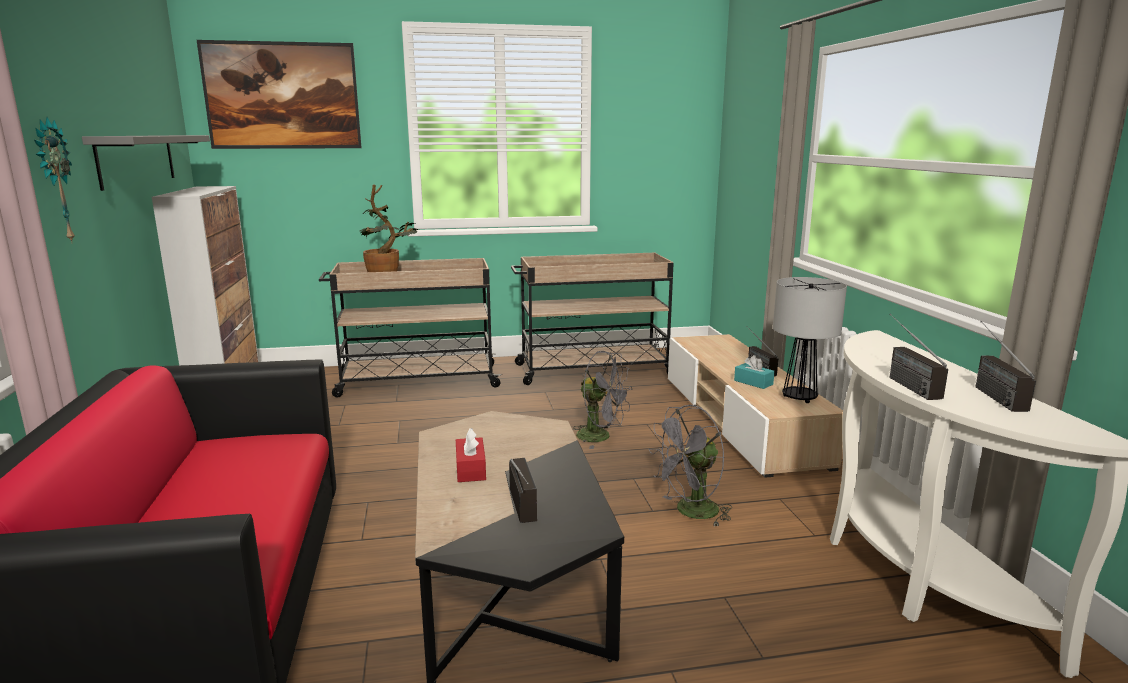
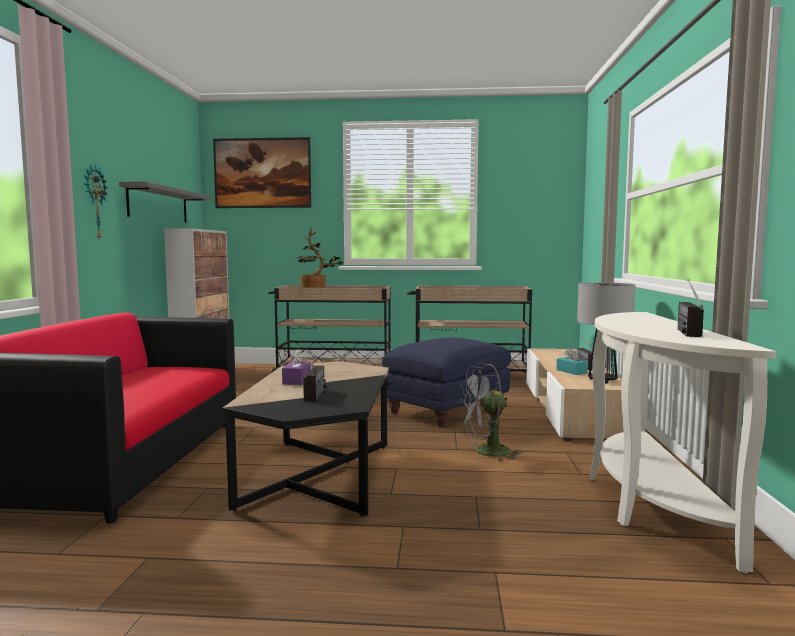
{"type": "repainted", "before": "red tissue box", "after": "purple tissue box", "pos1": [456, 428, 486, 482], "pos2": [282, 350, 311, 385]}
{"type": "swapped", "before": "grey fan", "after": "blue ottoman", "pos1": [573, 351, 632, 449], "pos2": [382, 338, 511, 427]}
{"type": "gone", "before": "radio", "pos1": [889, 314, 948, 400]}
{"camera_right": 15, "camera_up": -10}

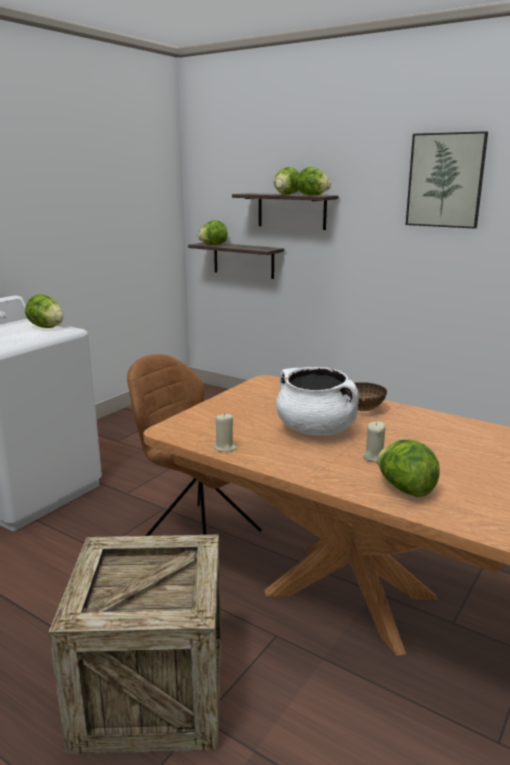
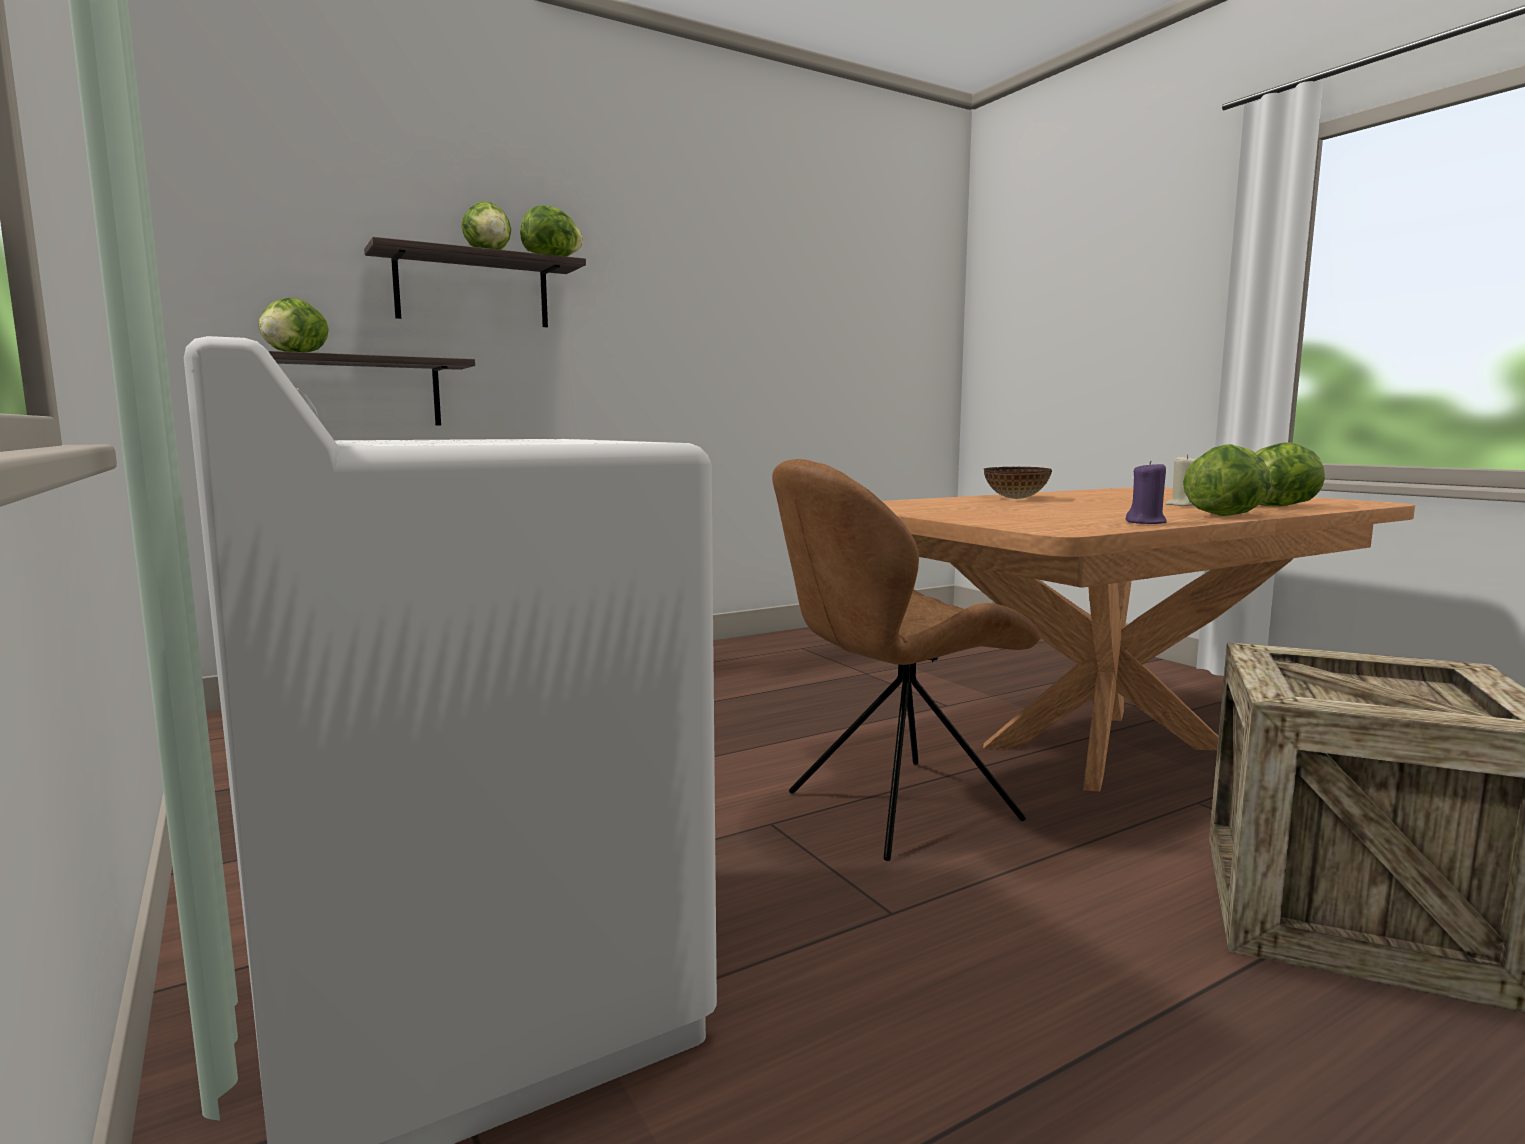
{"type": "shifted", "before": "lettuce", "pos1": [25, 294, 64, 328], "pos2": [1183, 444, 1272, 516]}
{"type": "repainted", "before": "beige candle", "after": "purple candle", "pos1": [214, 413, 237, 452], "pos2": [1126, 461, 1167, 524]}
{"type": "gone", "before": "white cooking pot", "pos1": [276, 367, 359, 436]}
{"type": "gone", "before": "picture", "pos1": [406, 131, 488, 229]}
{"camera_right": -65, "camera_up": -10}

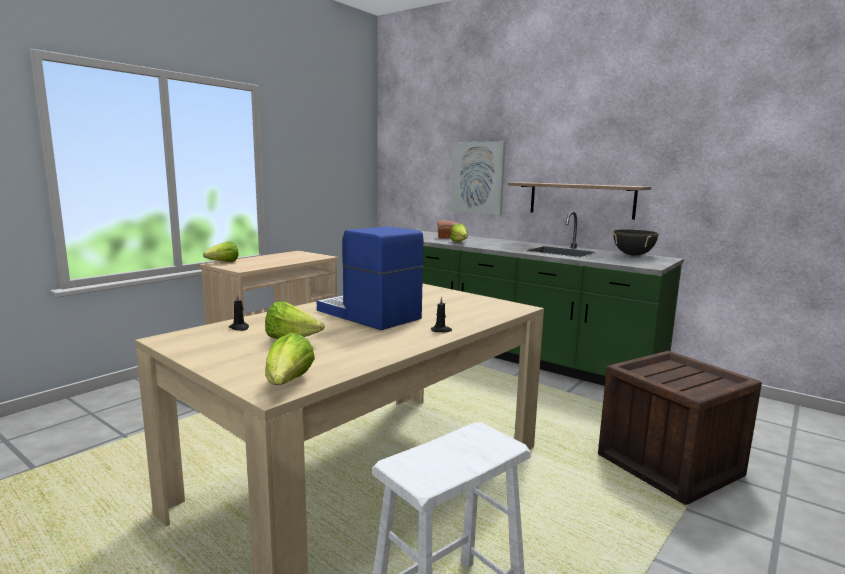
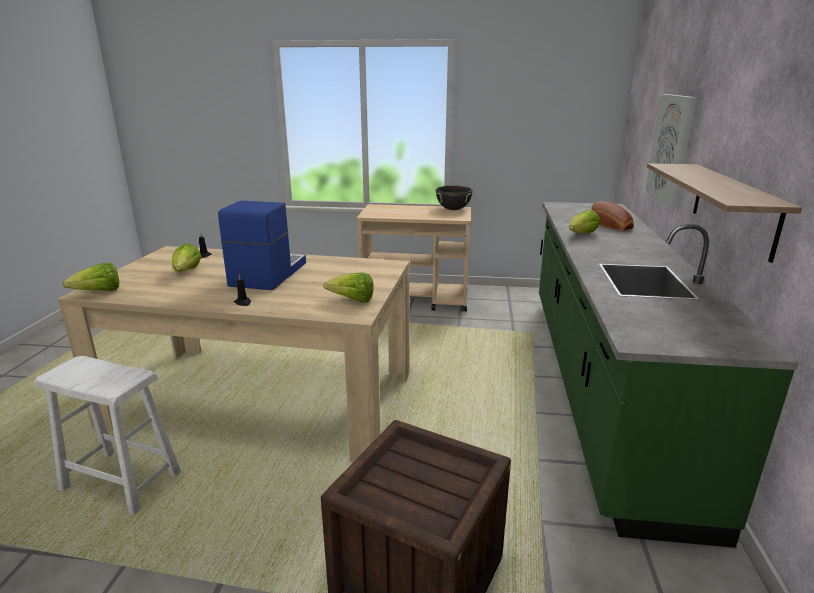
{"type": "shifted", "before": "lettuce", "pos1": [203, 241, 239, 262], "pos2": [323, 272, 374, 302]}
{"type": "shifted", "before": "black cooking pot", "pos1": [611, 229, 660, 256], "pos2": [436, 186, 473, 210]}
{"camera_right": 60, "camera_up": 10}

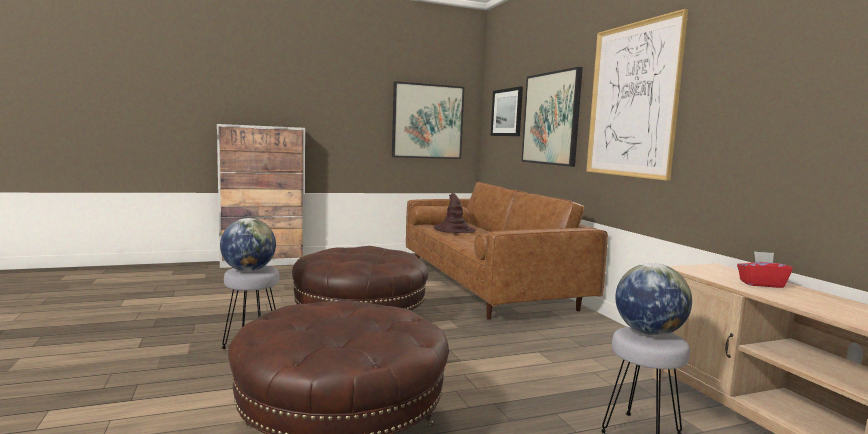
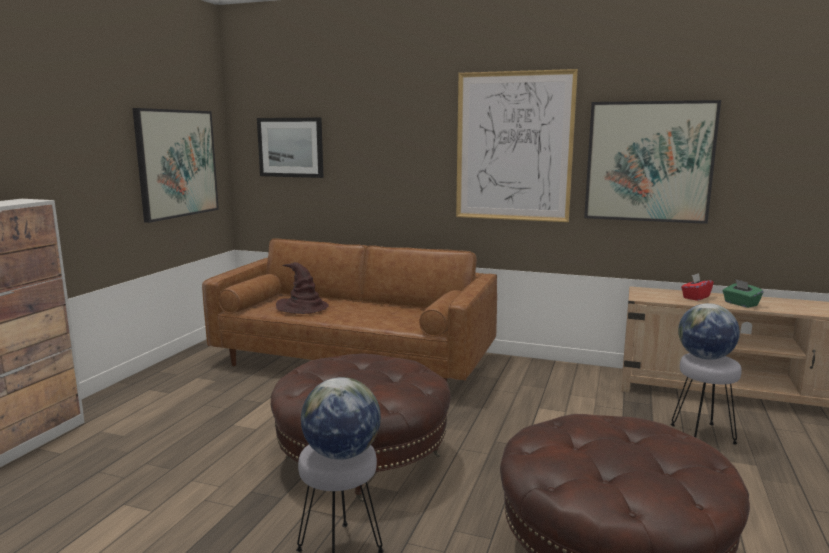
{"type": "shifted", "before": "picture", "pos1": [522, 67, 583, 167], "pos2": [584, 100, 721, 224]}
{"type": "new", "after": "green tissue box", "pos2": [723, 279, 763, 308]}
{"camera_right": -50, "camera_up": 5}

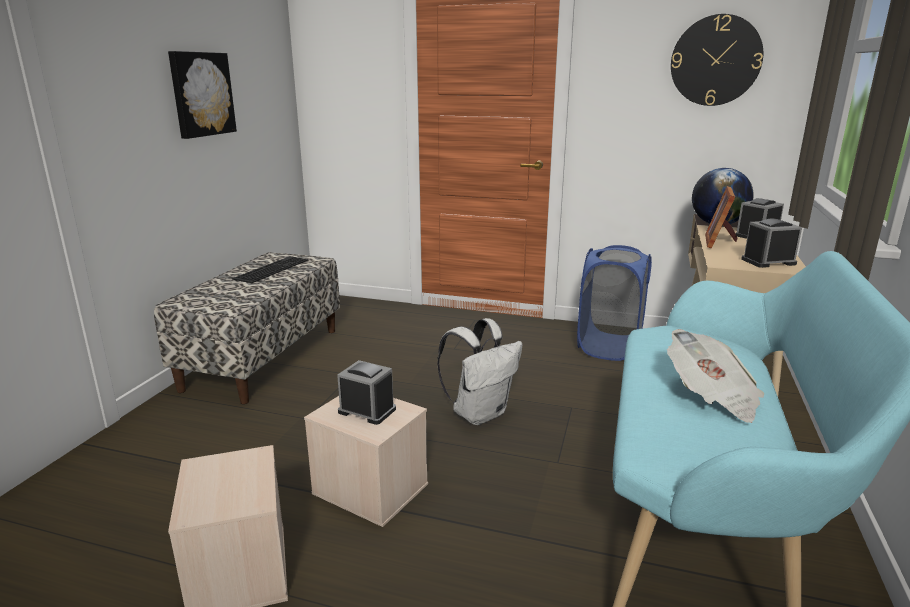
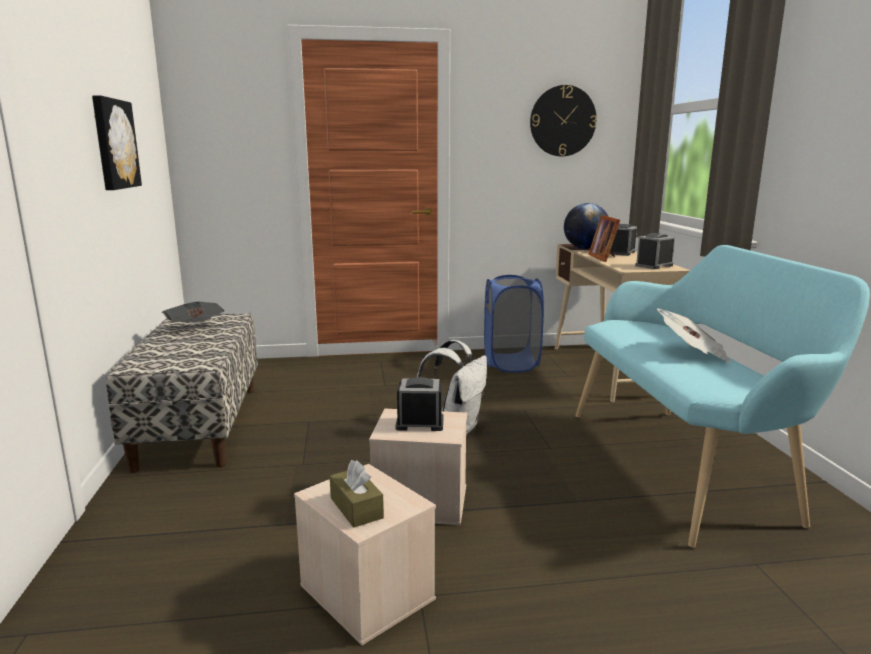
{"type": "swapped", "before": "keyboard", "after": "newspaper", "pos1": [232, 256, 309, 283], "pos2": [162, 302, 225, 322]}
{"type": "new", "after": "brown tissue box", "pos2": [330, 460, 384, 528]}
{"camera_right": -25, "camera_up": -5}

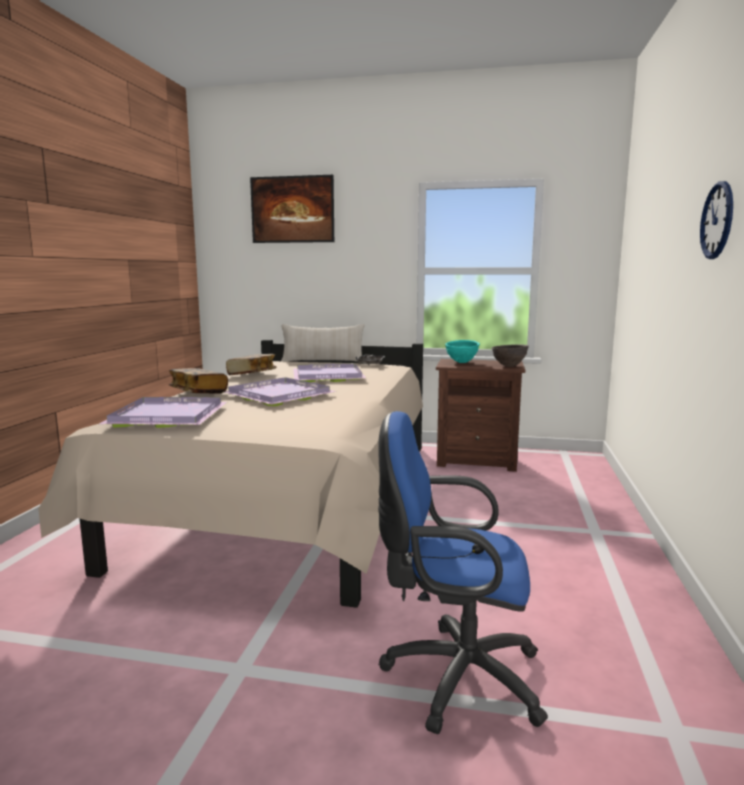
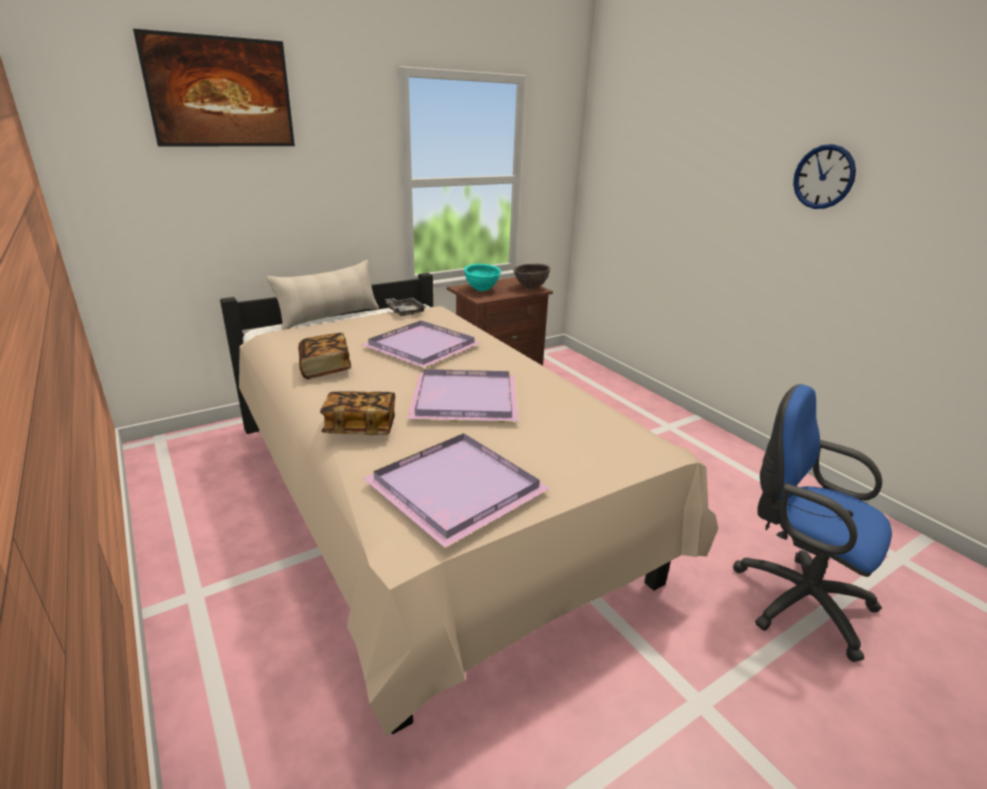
{"type": "rotated", "before": "blue office chair", "pos1": [378, 411, 548, 734], "pos2": [733, 384, 892, 662], "turn": 75}
{"camera_right": -45, "camera_up": 15}

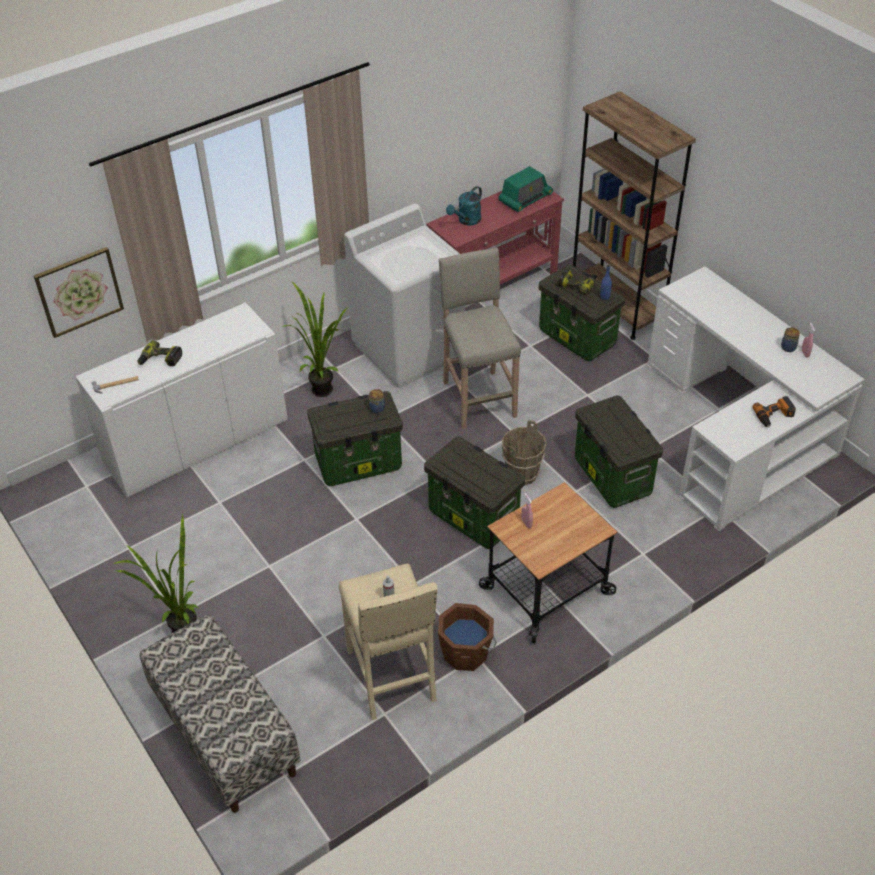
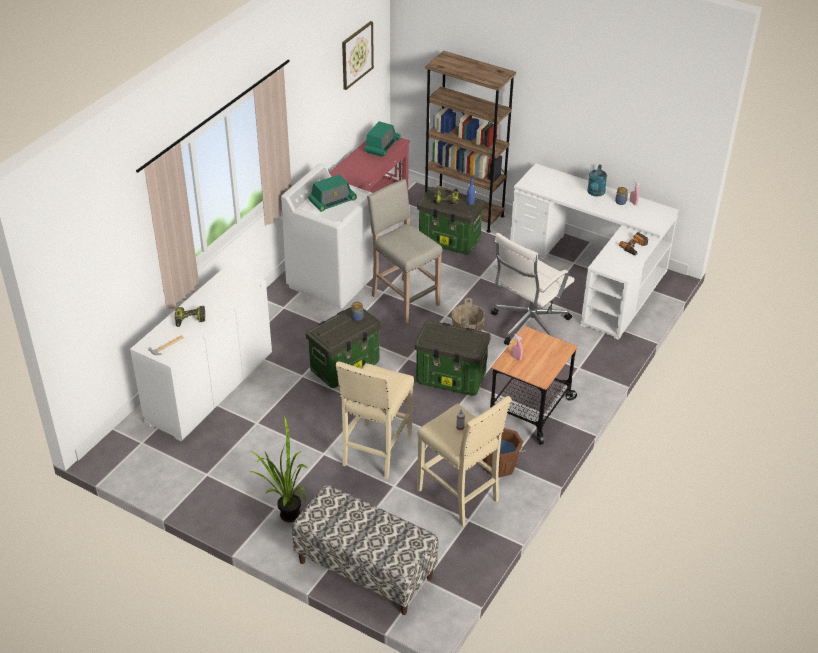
{"type": "shifted", "before": "picture", "pos1": [34, 247, 124, 338], "pos2": [342, 21, 374, 90]}
{"type": "gone", "before": "potted plant", "pos1": [282, 281, 349, 397]}
{"type": "shifted", "before": "turquoise watering can", "pos1": [446, 186, 482, 226], "pos2": [587, 165, 607, 196]}
{"type": "swapped", "before": "storage box", "after": "white office chair", "pos1": [575, 395, 663, 508], "pos2": [491, 233, 575, 345]}
{"type": "new", "after": "radio", "pos2": [308, 174, 357, 212]}
{"type": "new", "after": "beige stool", "pos2": [336, 361, 414, 479]}
{"camera_right": -25, "camera_up": -5}

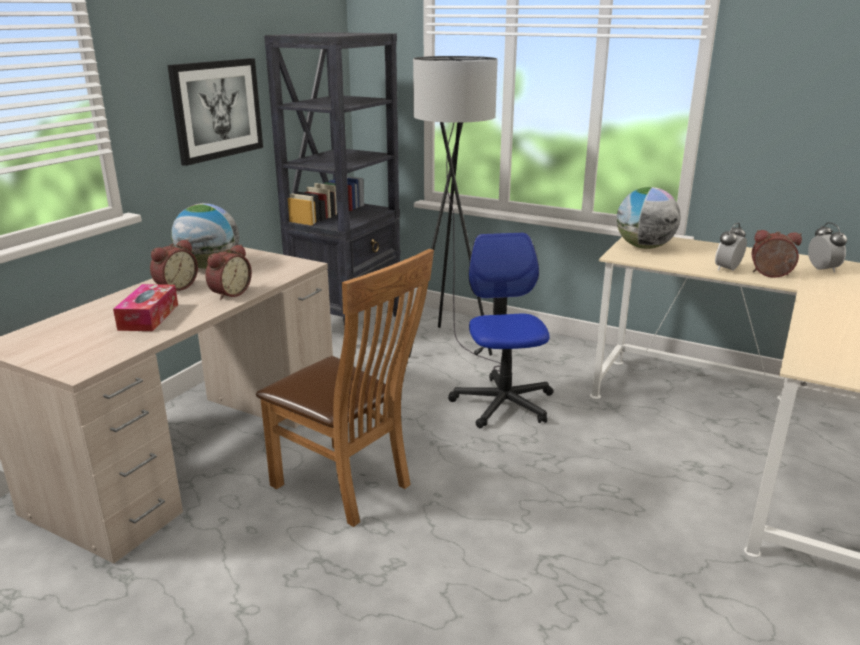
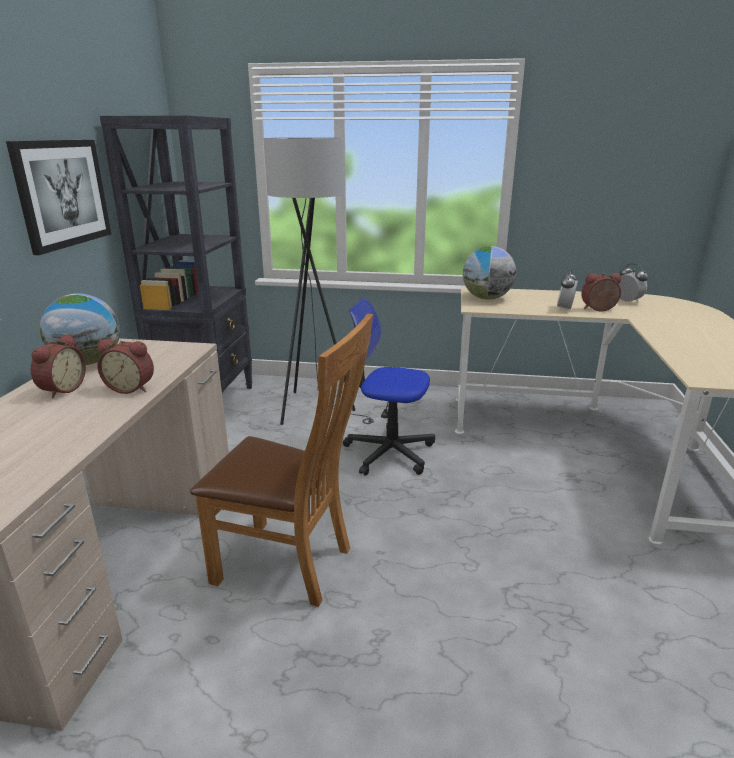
{"type": "gone", "before": "tissue box", "pos1": [113, 284, 178, 331]}
{"type": "rotated", "before": "alarm clock", "pos1": [205, 244, 252, 300], "pos2": [97, 339, 154, 394], "turn": 90}
{"type": "rotated", "before": "office chair", "pos1": [448, 233, 554, 428], "pos2": [343, 298, 435, 476], "turn": -45}
{"camera_right": -20, "camera_up": 0}

